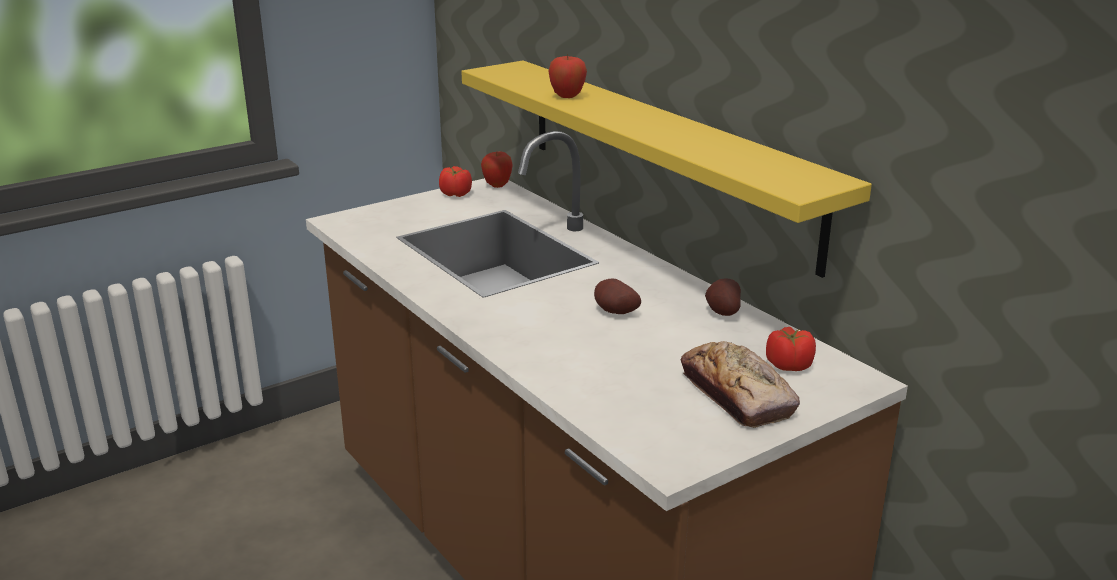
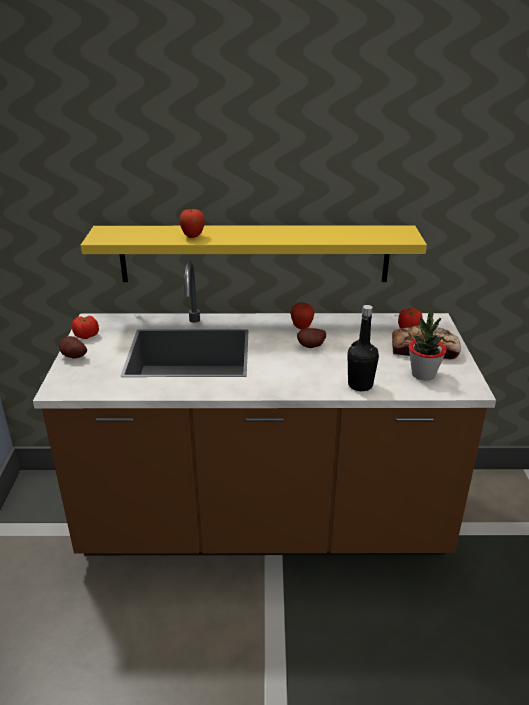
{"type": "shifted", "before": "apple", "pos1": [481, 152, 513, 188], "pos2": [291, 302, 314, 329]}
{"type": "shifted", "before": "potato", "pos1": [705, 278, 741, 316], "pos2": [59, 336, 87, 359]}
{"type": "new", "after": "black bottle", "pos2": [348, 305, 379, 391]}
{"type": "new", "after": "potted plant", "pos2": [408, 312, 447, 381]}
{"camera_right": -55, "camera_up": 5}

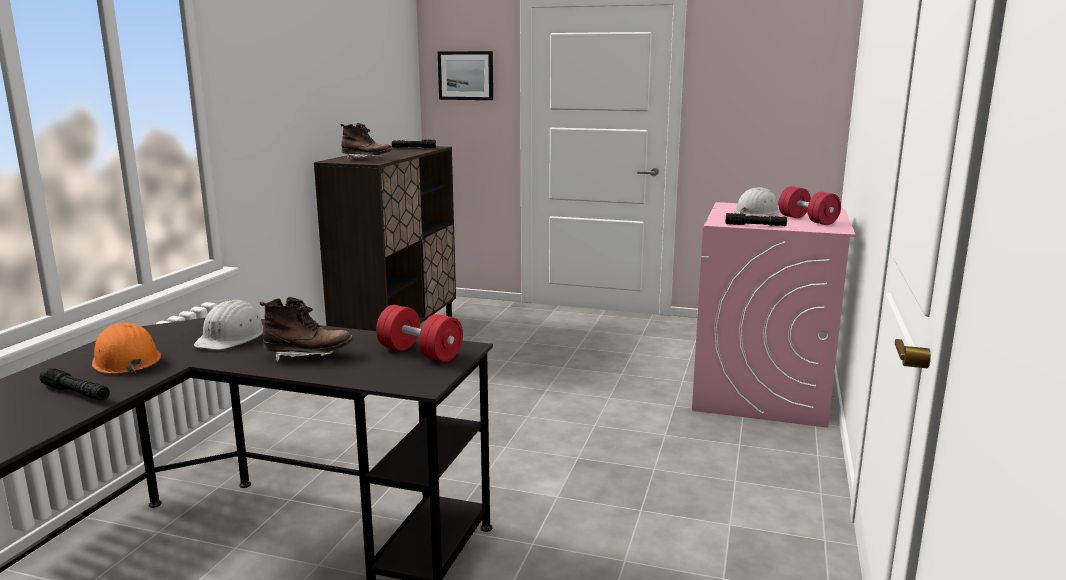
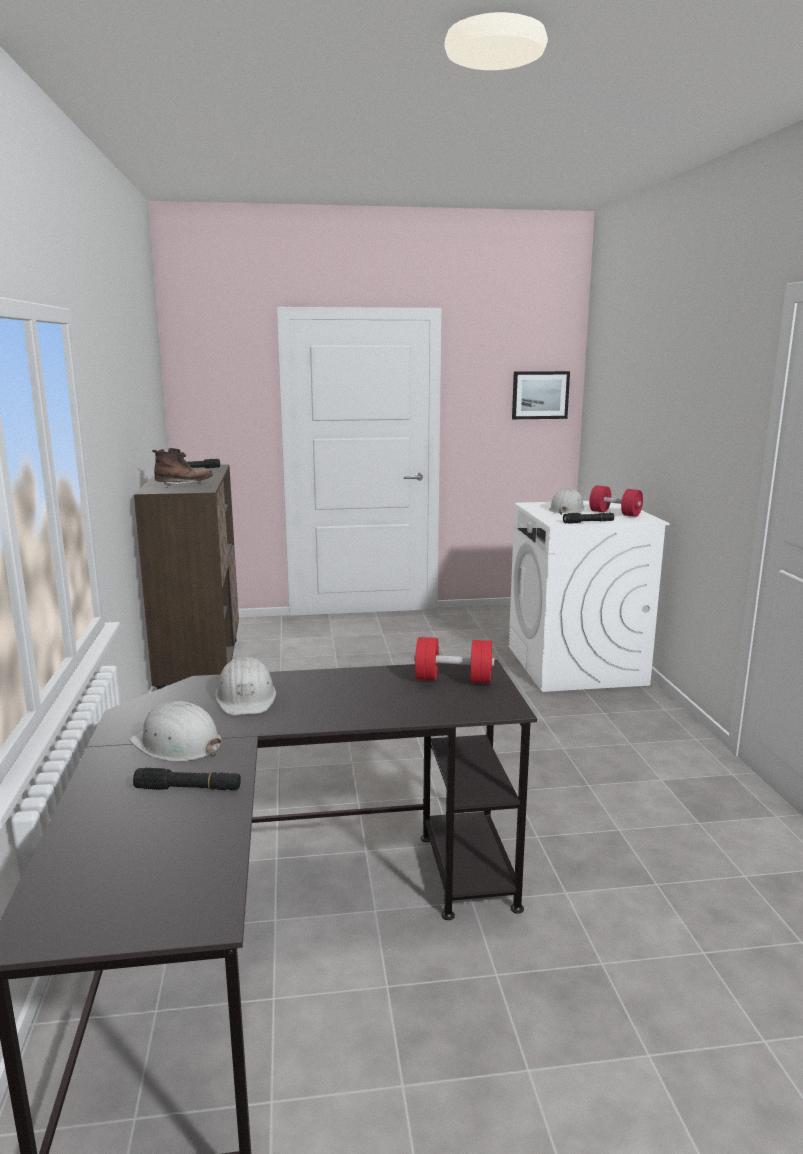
{"type": "repainted", "before": "orange hard hat", "after": "white hard hat", "pos1": [92, 322, 161, 375], "pos2": [129, 701, 222, 762]}
{"type": "gone", "before": "brown boot", "pos1": [259, 297, 353, 362]}
{"type": "shifted", "before": "picture", "pos1": [438, 51, 493, 100], "pos2": [512, 371, 570, 419]}
{"type": "repainted", "before": "pink washing machine", "after": "white washing machine", "pos1": [692, 202, 856, 428], "pos2": [509, 501, 670, 692]}
{"camera_right": -25, "camera_up": 0}

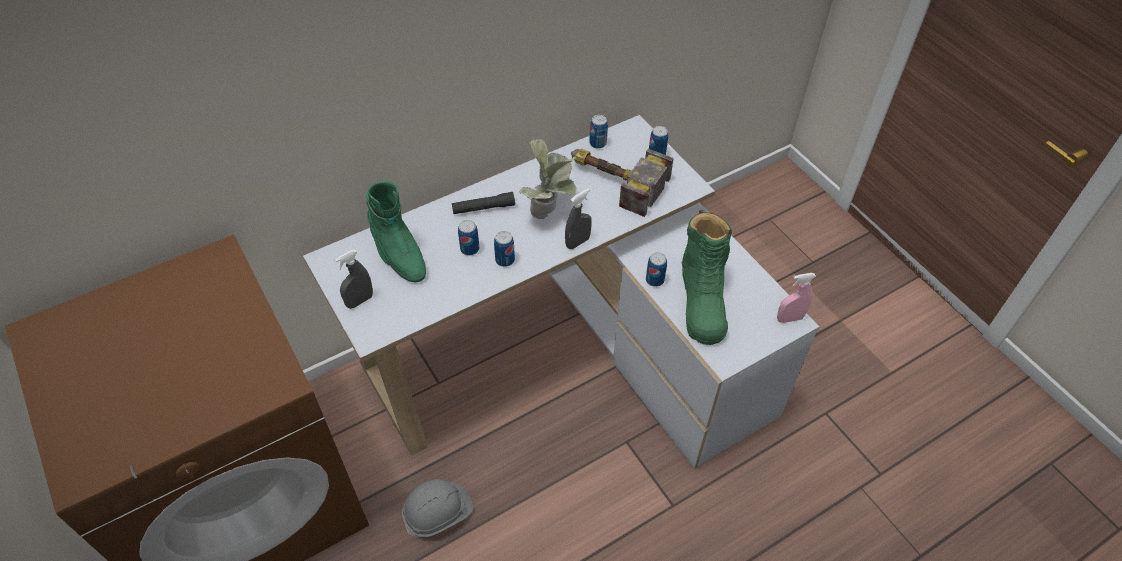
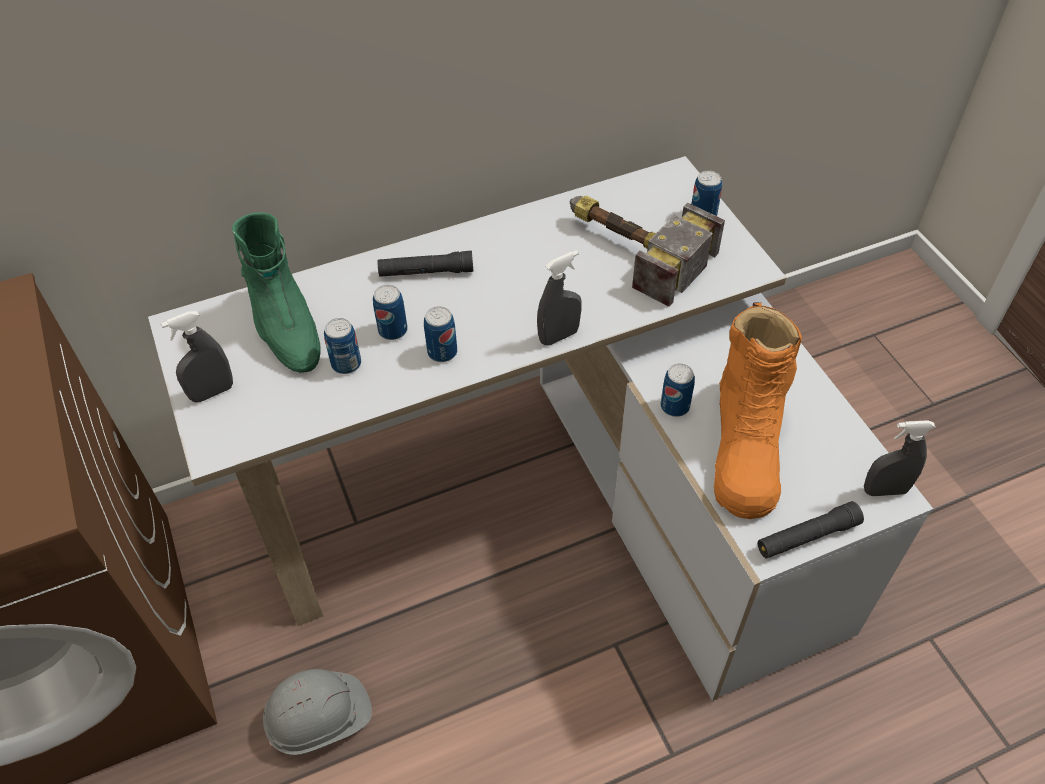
{"type": "gone", "before": "potted plant", "pos1": [519, 139, 577, 219]}
{"type": "shifted", "before": "can", "pos1": [589, 115, 608, 149], "pos2": [324, 318, 361, 374]}
{"type": "repainted", "before": "green boot", "after": "orange boot", "pos1": [682, 210, 732, 345], "pos2": [714, 302, 802, 519]}
{"type": "repainted", "before": "pink spray bottle", "after": "grey spray bottle", "pos1": [777, 273, 816, 323], "pos2": [864, 420, 936, 496]}
{"type": "new", "after": "black flashlight", "pos2": [758, 501, 864, 559]}
{"camera_right": 10, "camera_up": 0}

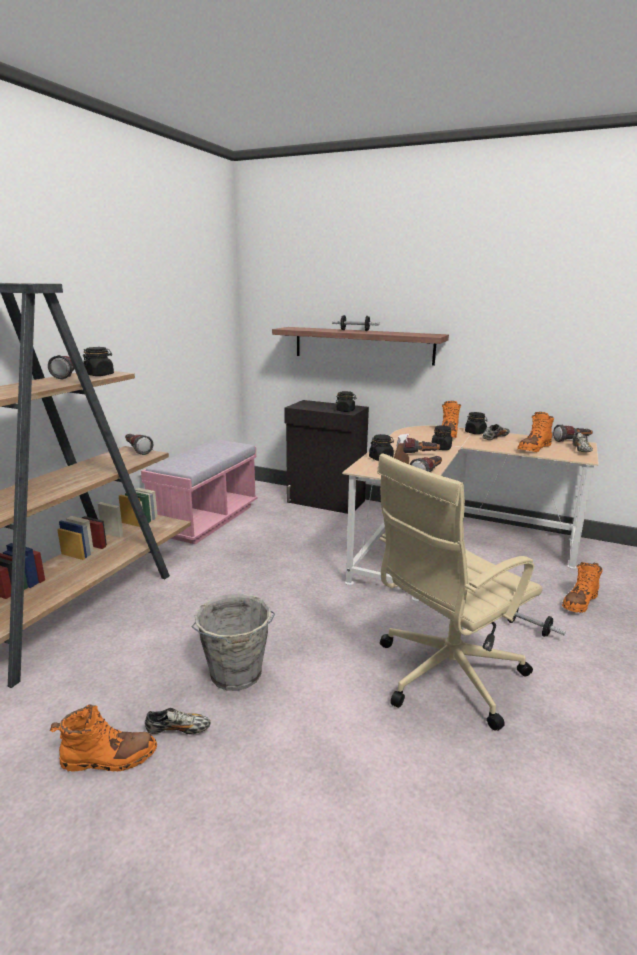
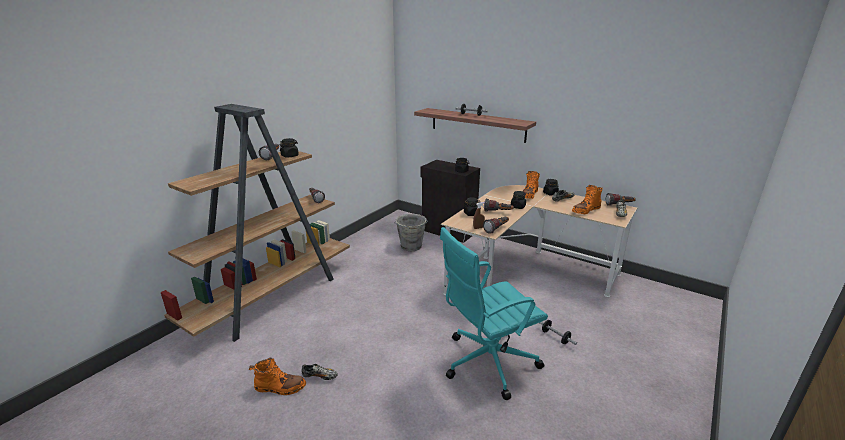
{"type": "gone", "before": "pink bench", "pos1": [141, 440, 258, 544]}
{"type": "shifted", "before": "grey bucket", "pos1": [192, 593, 275, 691], "pos2": [394, 214, 428, 251]}
{"type": "repainted", "before": "beige office chair", "after": "turquoise office chair", "pos1": [377, 453, 543, 731], "pos2": [440, 227, 548, 400]}
{"type": "gone", "before": "orange boot", "pos1": [562, 562, 603, 613]}
{"camera_right": 10, "camera_up": 5}

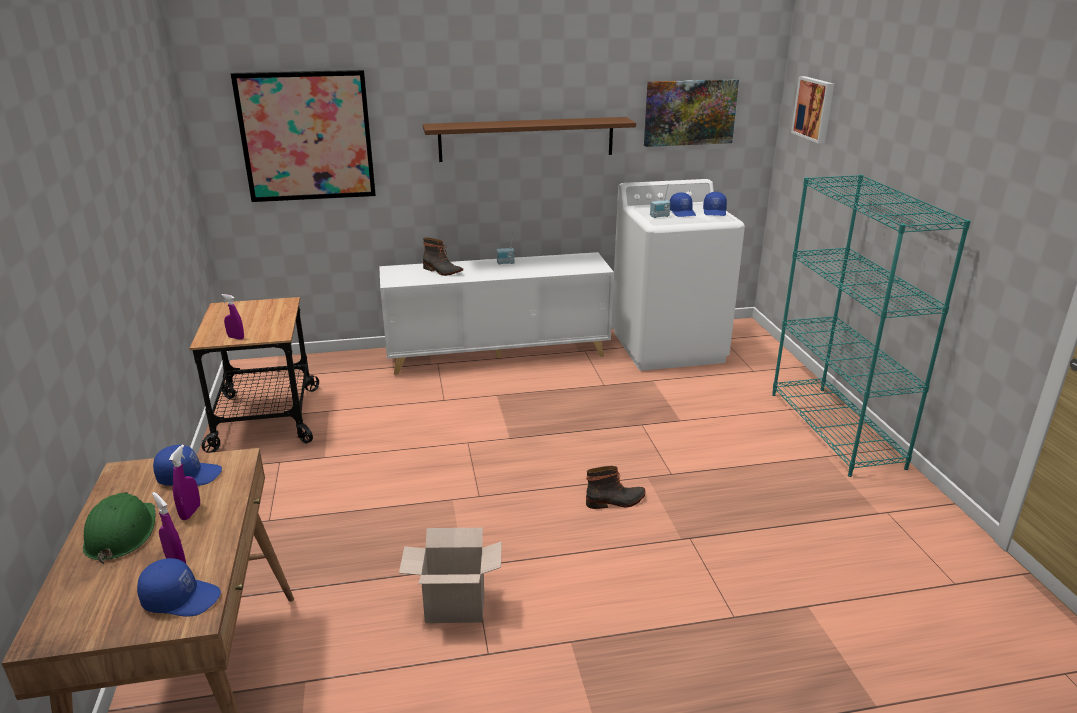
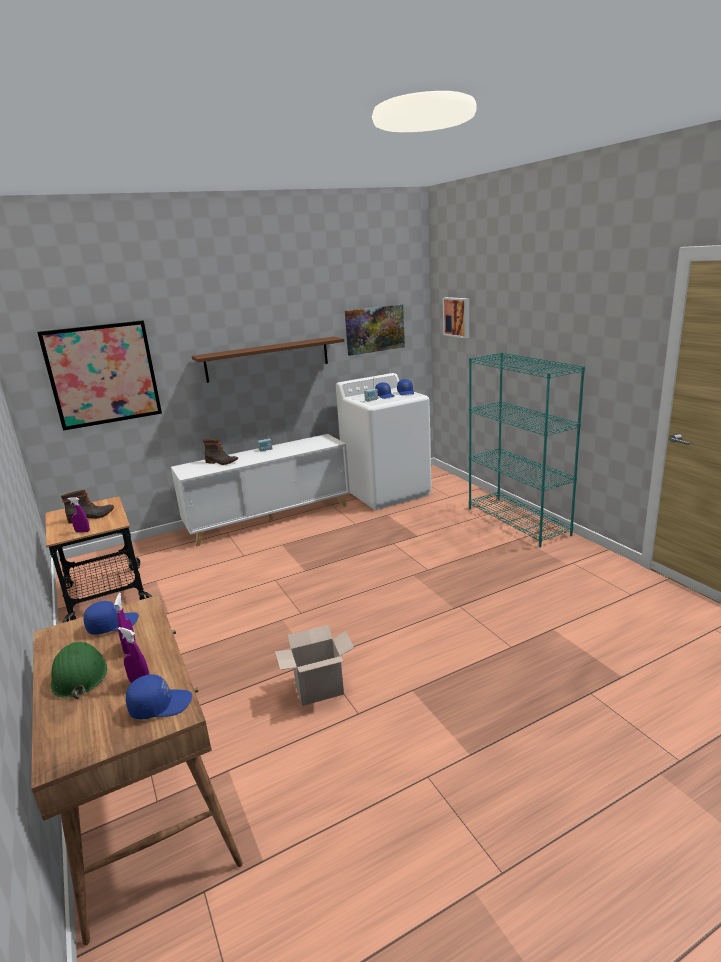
{"type": "shifted", "before": "boot", "pos1": [586, 466, 646, 509], "pos2": [61, 490, 114, 524]}
{"camera_right": -15, "camera_up": -5}

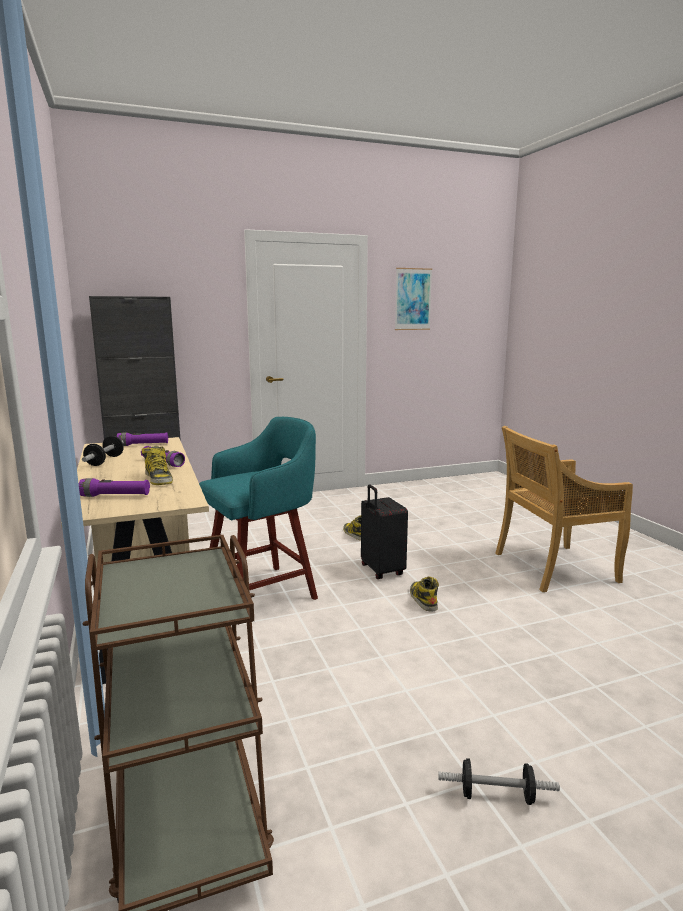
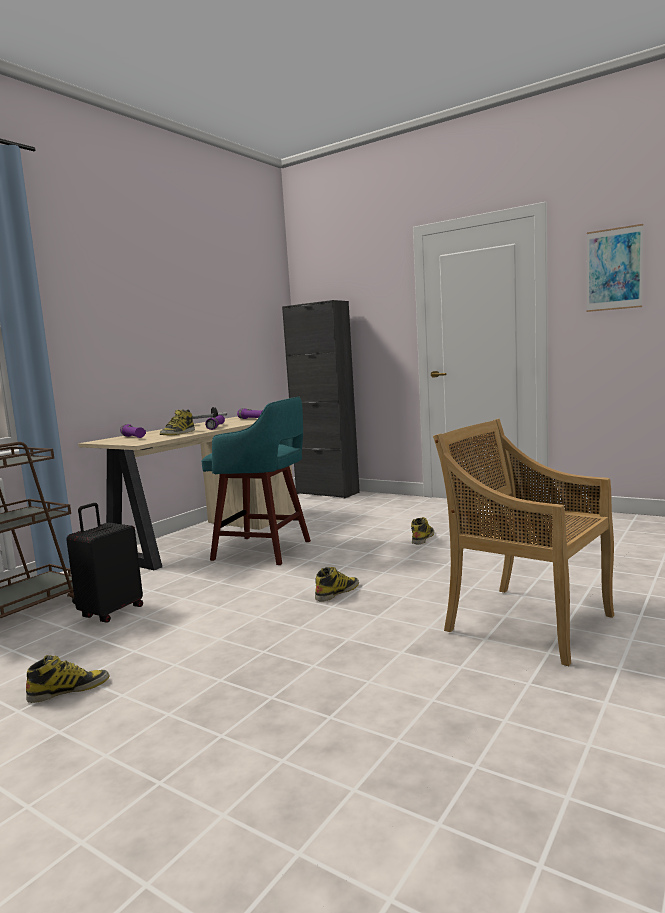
{"type": "shifted", "before": "black suitcase", "pos1": [361, 484, 408, 579], "pos2": [66, 503, 143, 623]}
{"type": "swapped", "before": "dumbbell", "after": "boot", "pos1": [438, 758, 560, 805], "pos2": [26, 655, 109, 703]}
{"camera_right": 55, "camera_up": -5}

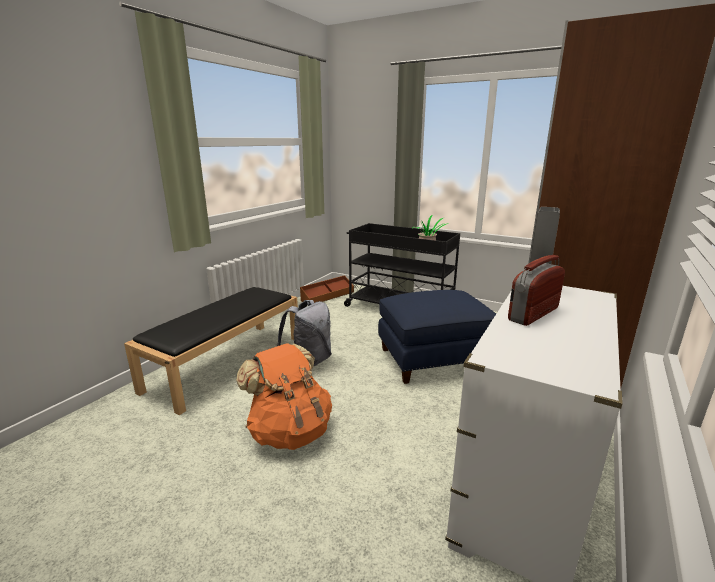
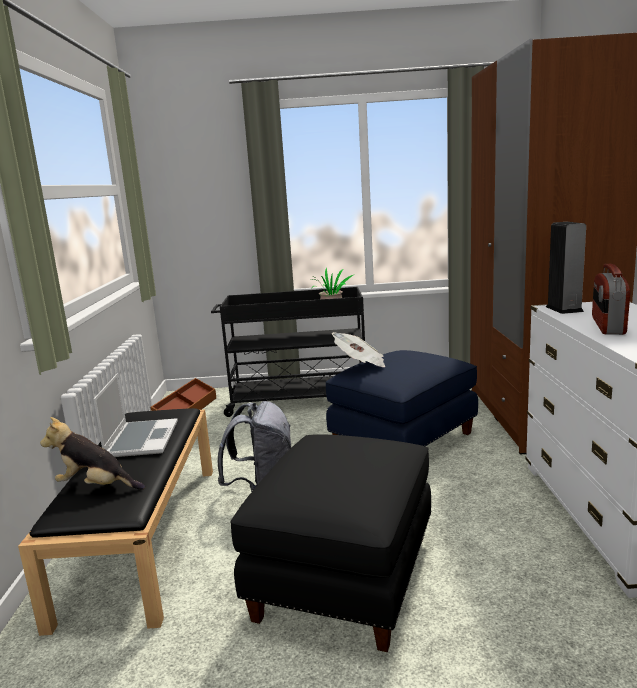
{"type": "swapped", "before": "orange backpack", "after": "black ottoman", "pos1": [236, 343, 332, 450], "pos2": [230, 434, 432, 652]}
{"type": "new", "after": "plush toy", "pos2": [40, 417, 145, 490]}
{"type": "new", "after": "laptop", "pos2": [93, 373, 178, 457]}
{"type": "new", "after": "newspaper", "pos2": [332, 332, 385, 367]}
{"camera_right": -30, "camera_up": -5}

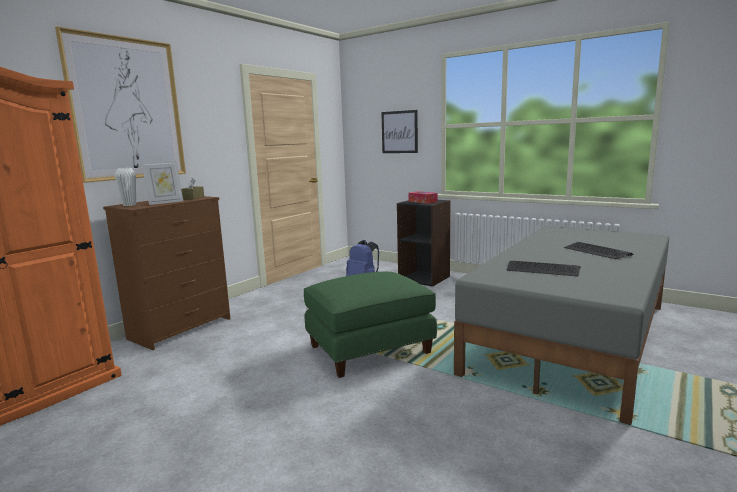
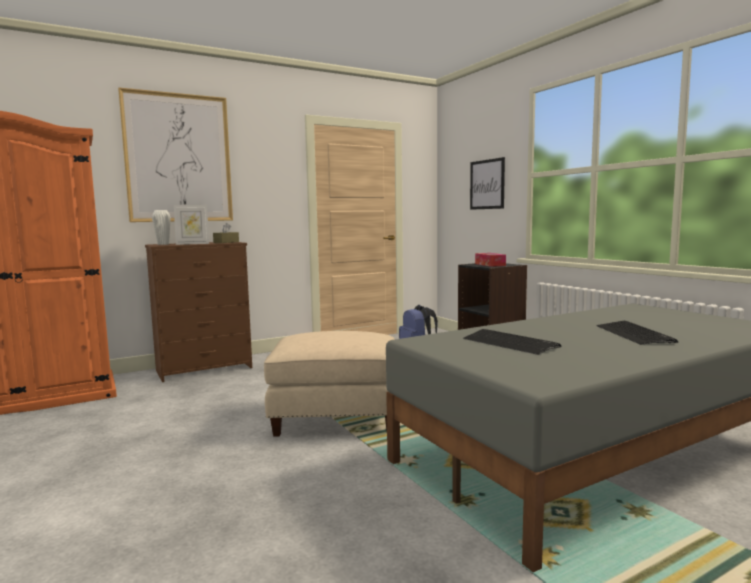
{"type": "repainted", "before": "green ottoman", "after": "beige ottoman", "pos1": [304, 272, 437, 378], "pos2": [264, 331, 395, 436]}
{"camera_right": 25, "camera_up": -5}

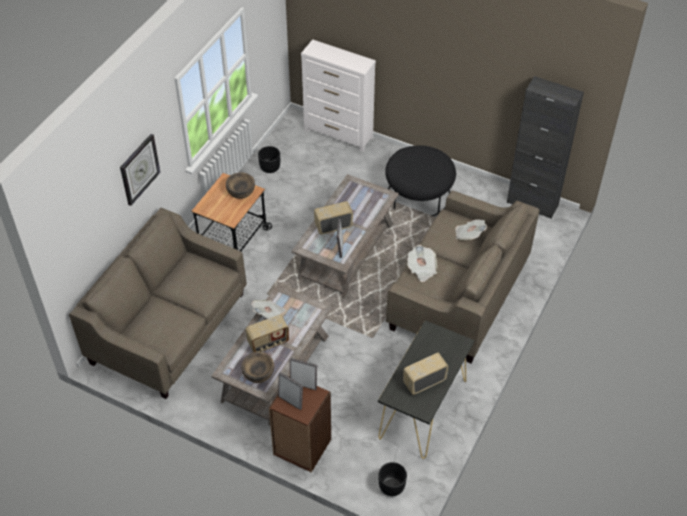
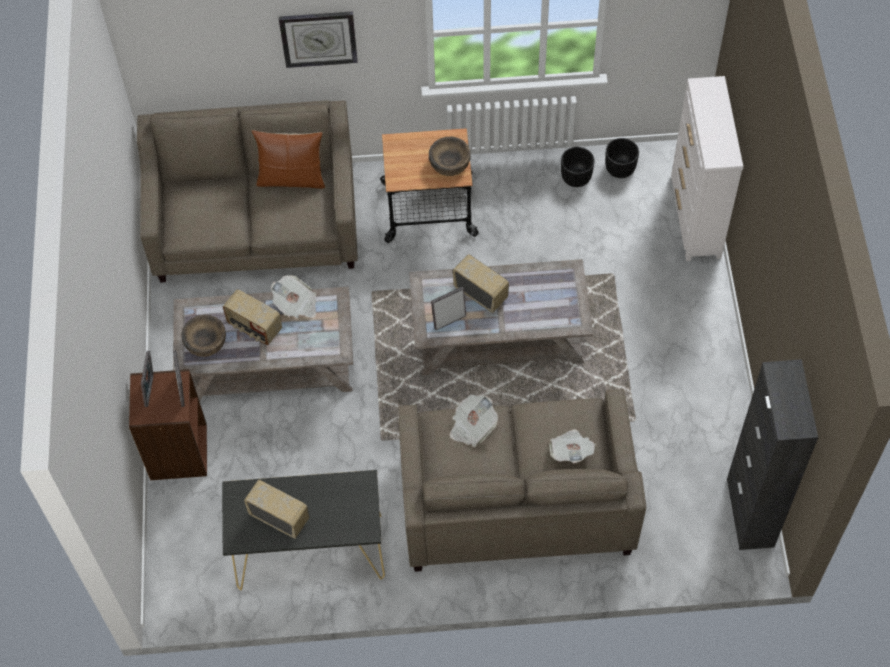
{"type": "shifted", "before": "black planter", "pos1": [379, 462, 407, 496], "pos2": [605, 138, 639, 178]}
{"type": "gone", "before": "black ottoman", "pos1": [385, 145, 456, 216]}
{"type": "new", "after": "brown pillow", "pos2": [252, 130, 325, 189]}
{"camera_right": 60, "camera_up": 10}

